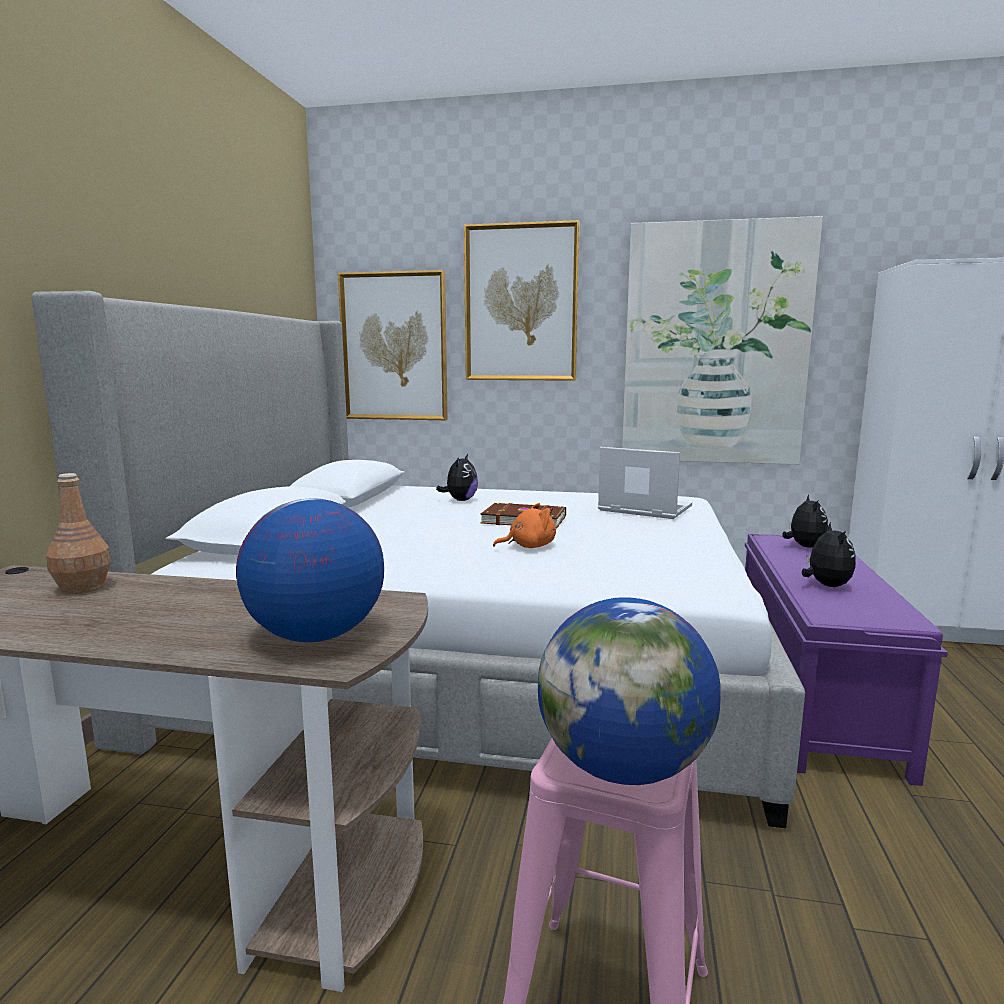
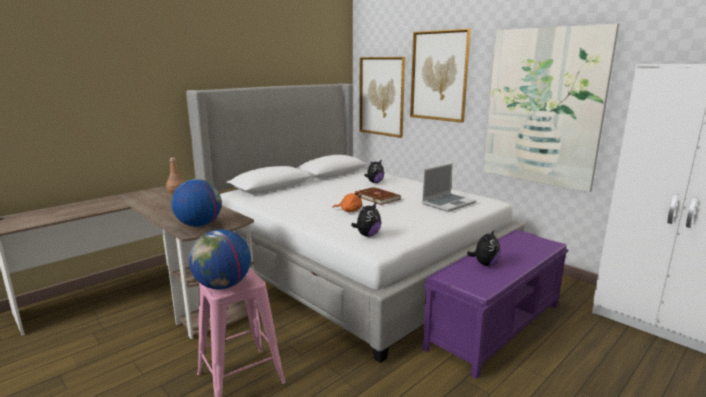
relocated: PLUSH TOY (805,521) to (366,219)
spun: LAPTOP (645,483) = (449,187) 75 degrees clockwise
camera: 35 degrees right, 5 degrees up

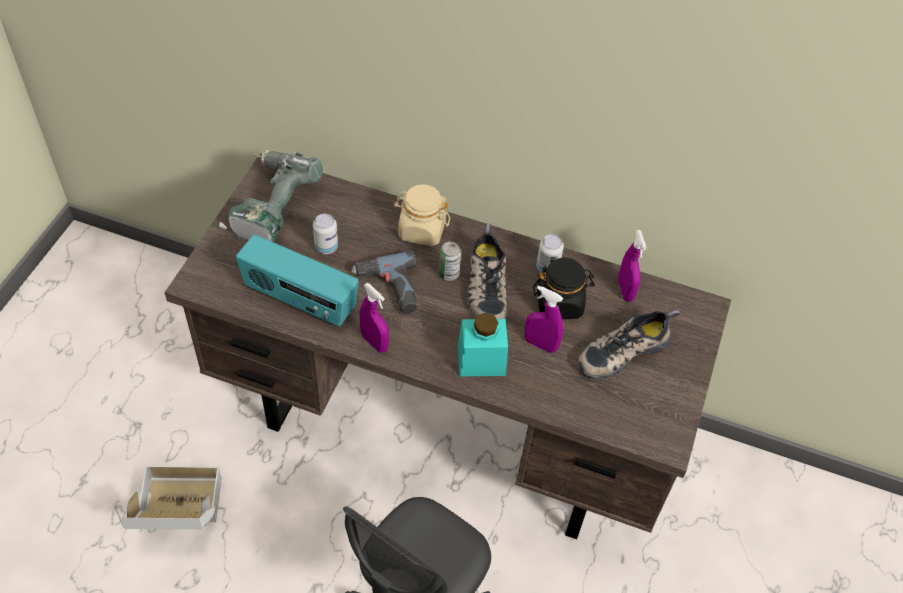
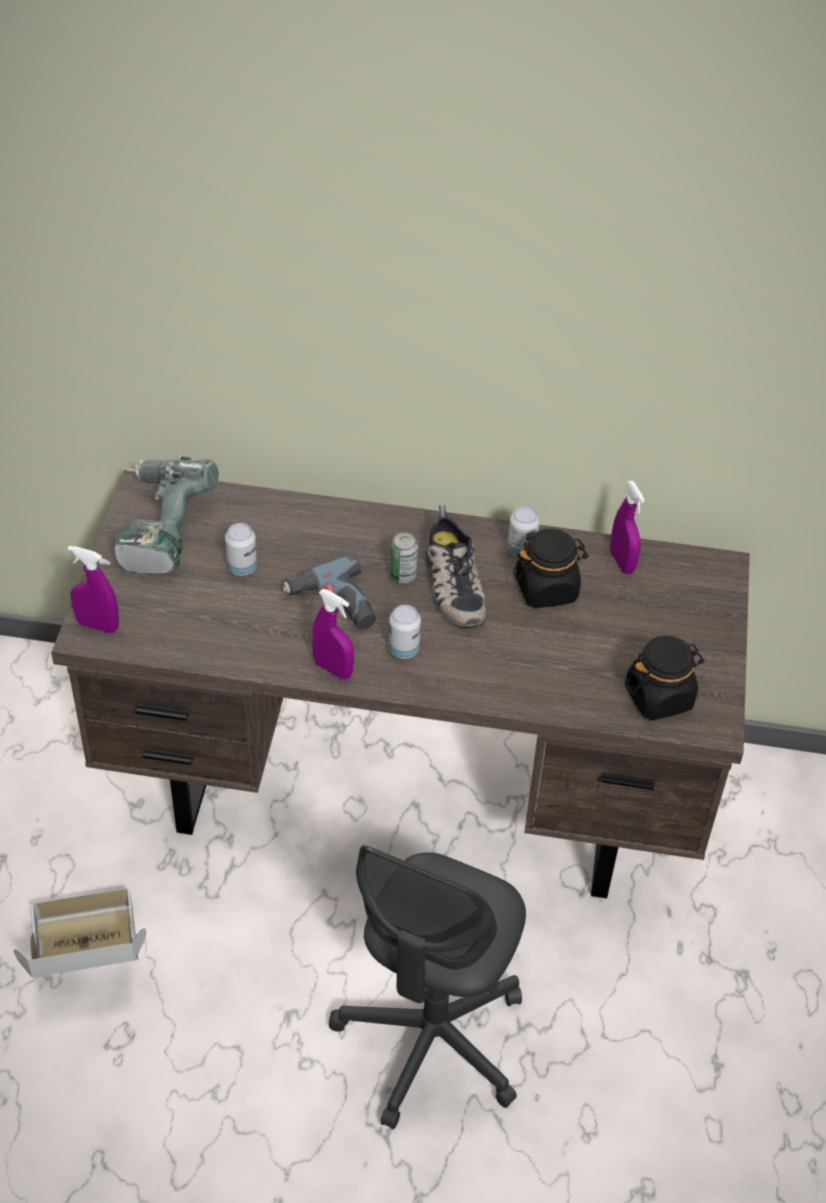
missing: RADIO (297,280); BEIGE JAR (422,215); TURQUOISE JAR (483,345); SHOE (629,344)
appeared: CAN (404,632); BLACK JAR (664,678)
relocated: PURPLE SPRAY BOTTLE (544,319) to (93,589)
camera: 10 degrees left, 5 degrees down

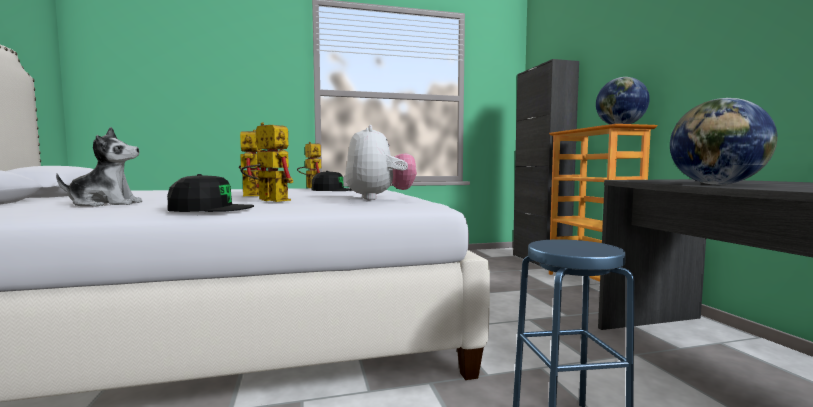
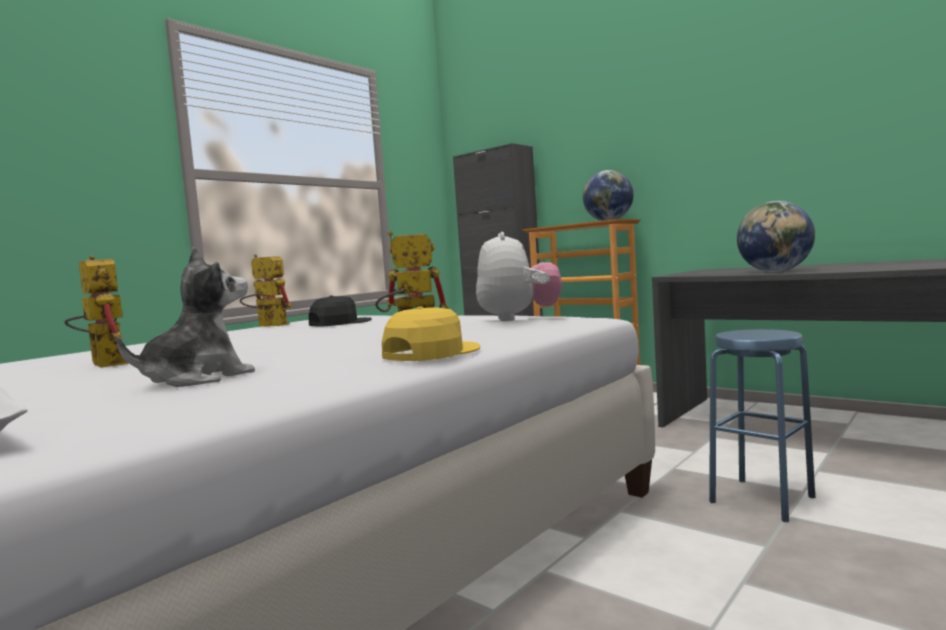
relocated: TOY ROBOT (253,162) to (96,311)
colour: BLACK CAP (210,193) to YELLOW CAP (431,334)
spun: PLUSH TOY (381,162) = (519,276) 45 degrees clockwise
camera: 35 degrees left, 0 degrees up

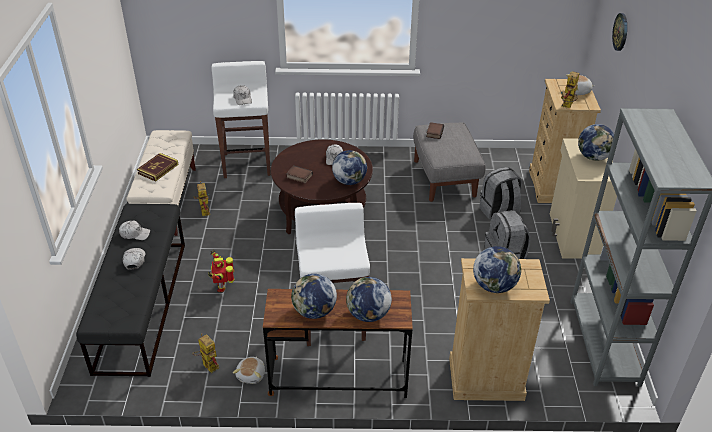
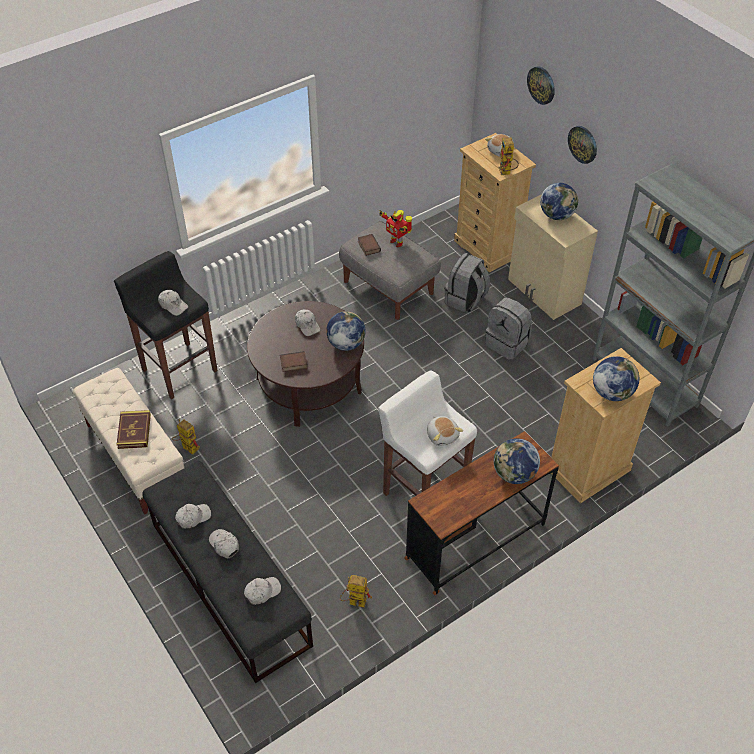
missing: GLOBE (314,296)
appeared: WHITE CAP (262,591); WALL CLOCK (582,145)
relocated: TOY ROBOT (221,270) to (395,228); PLUSH TOY (249,370) to (445,431)
colour: WHITE STOOL (241,119) to BLACK STOOL (166,325)
camera: 35 degrees left, 10 degrees up

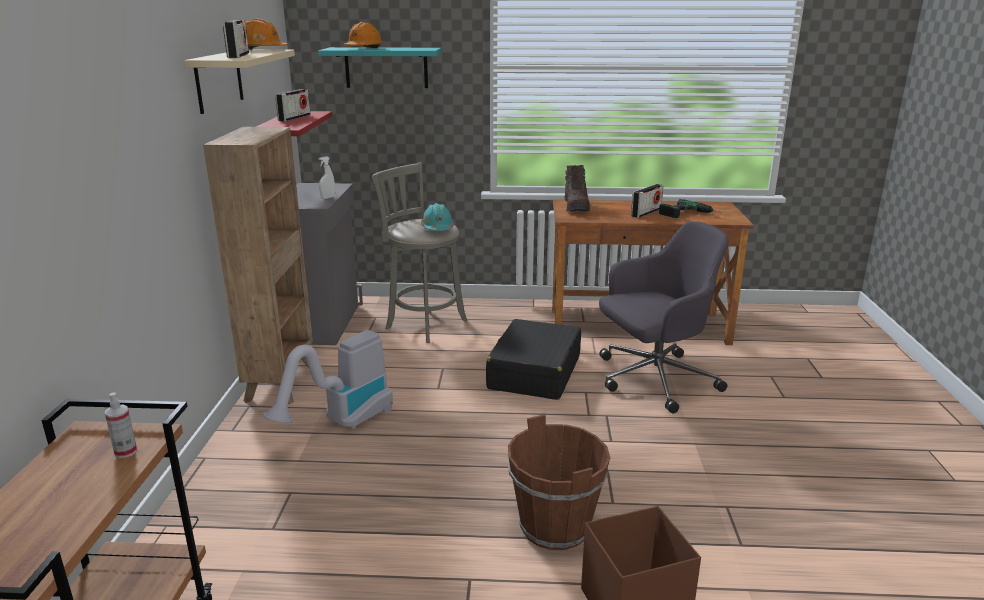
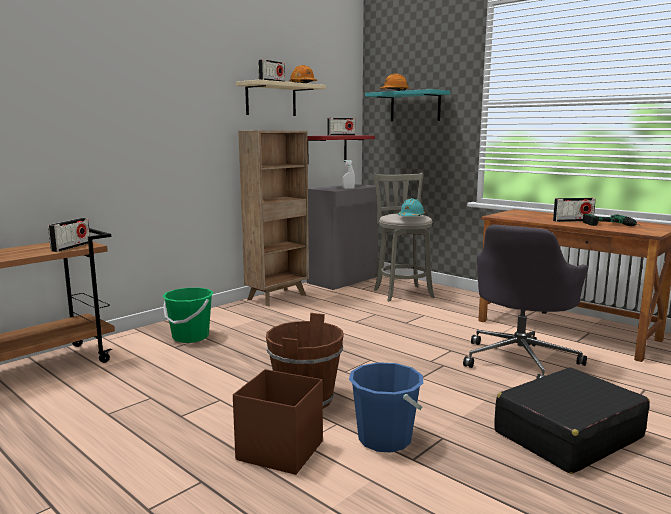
missing: VACUUM CLEANER (328,379); BROWN BOOT (577,188)
appeared: GREEN BUCKET (188,315); BLUE BUCKET (386,407)
relocated: BLACK SUITCASE (533,359) to (572,420)
exchanged: SPRAY BOTTLE (121,425) to RADIO (69,235)
spun: GREY OFFICE CHAIR (664,317) = (526,301) 105 degrees clockwise
camera: 40 degrees right, 10 degrees down

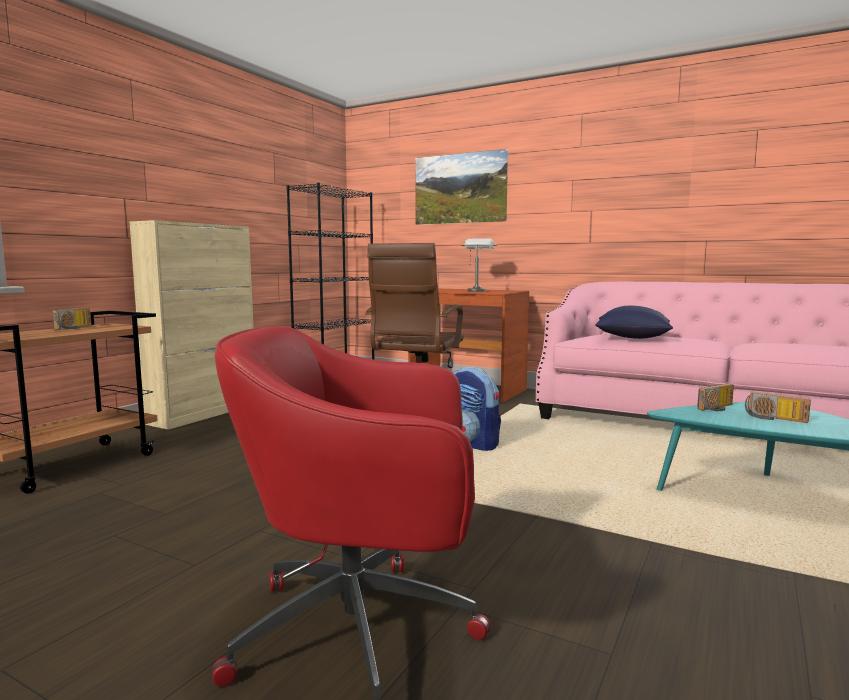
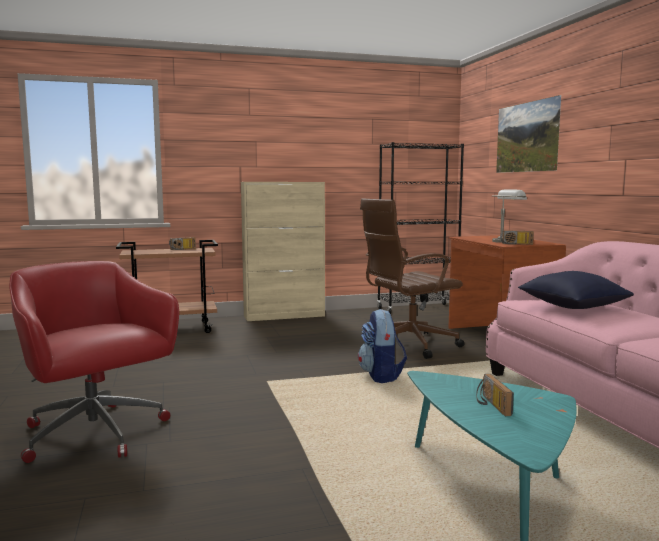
relocated: RADIO (715,397) to (517,237)
camera: 45 degrees right, 0 degrees up

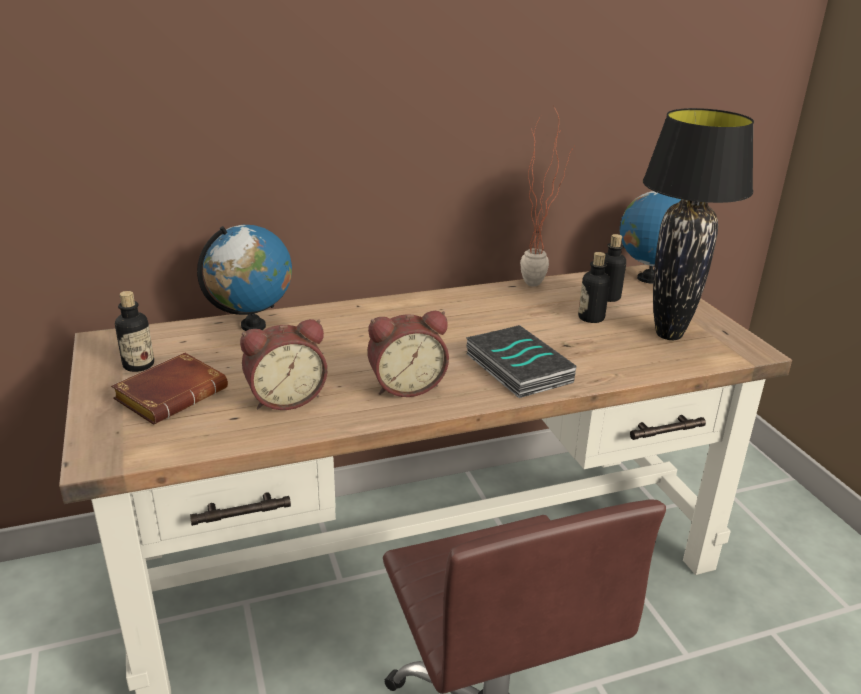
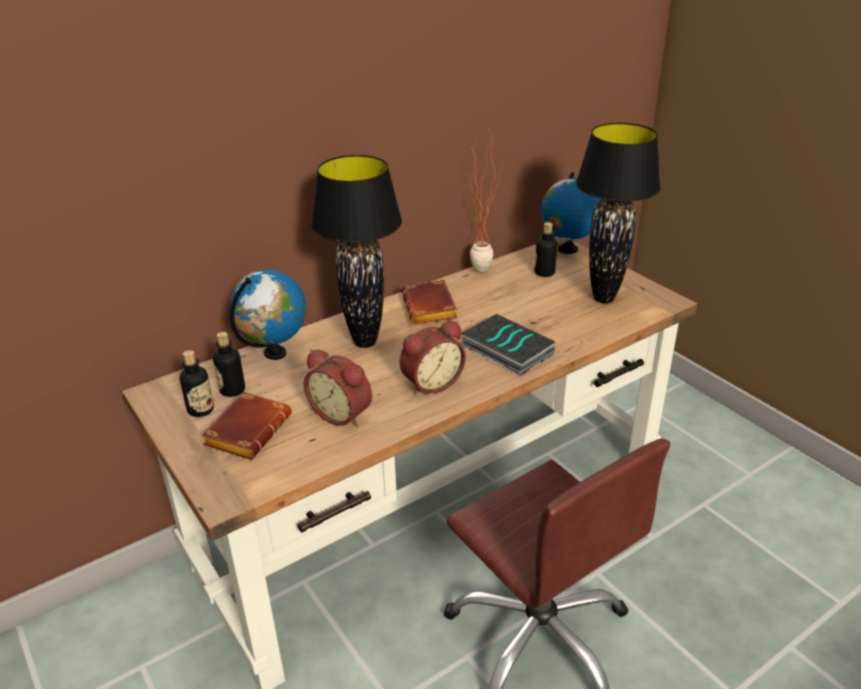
appeared: BLACK TABLE LAMP (356,251); BROWN BOOK (429,302)
relocated: BOTTLE (594,287) to (229,364)
spun: ALARM CLOCK (283,364) = (338,388) 75 degrees clockwise
camera: 15 degrees left, 5 degrees up

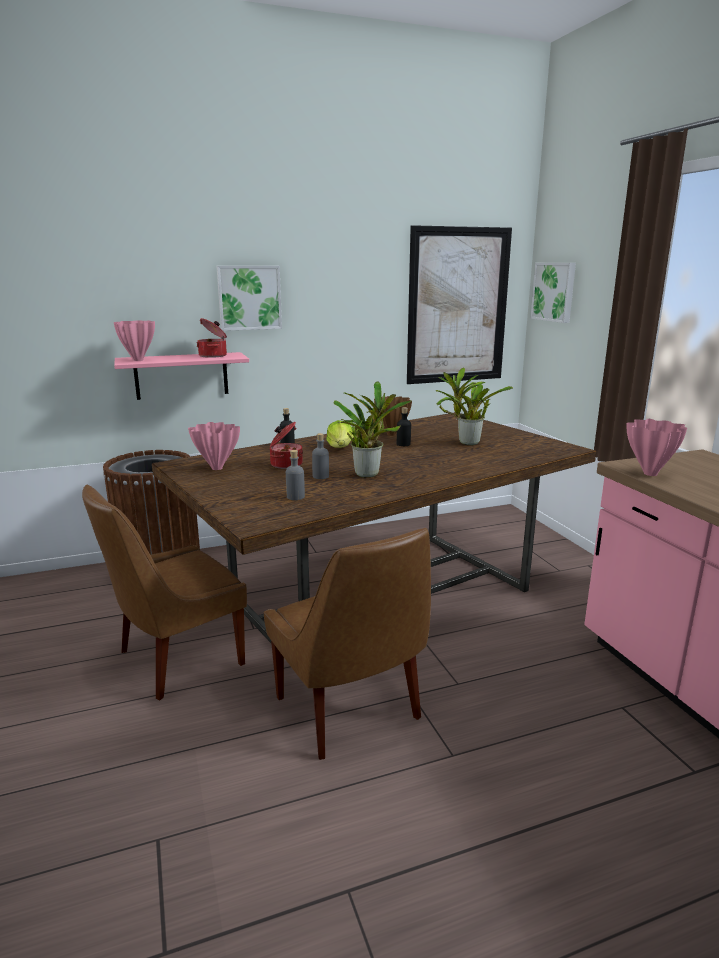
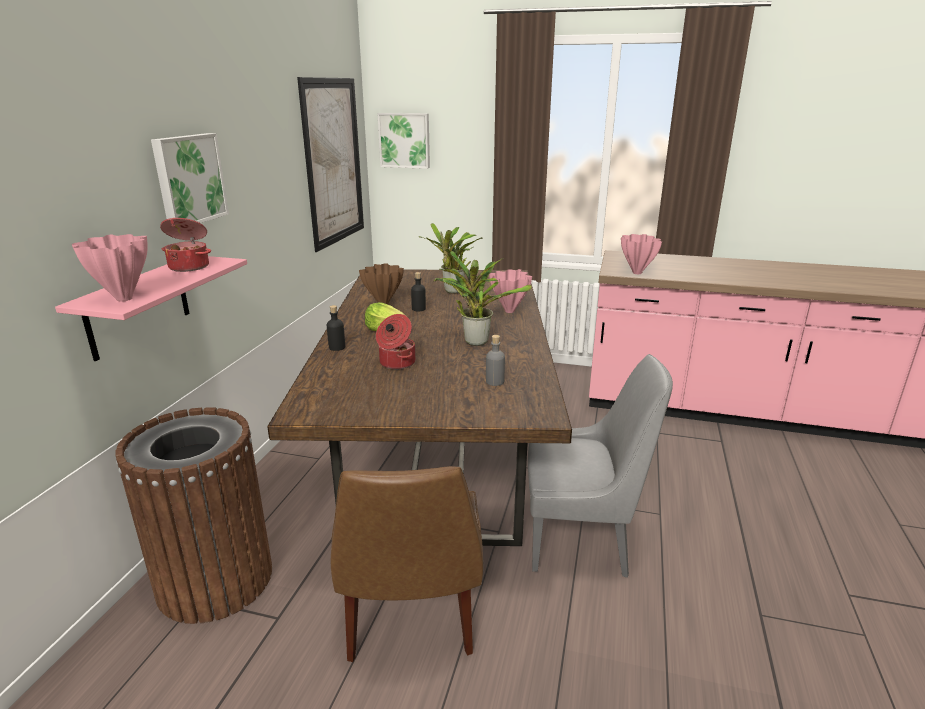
missing: GREY BOTTLE (320,456)
relocated: PINK VASE (214,446) to (510,291)
colour: BROWN CHAIR (347,644) to GREY CHAIR (600,466)
camera: 55 degrees left, 5 degrees up

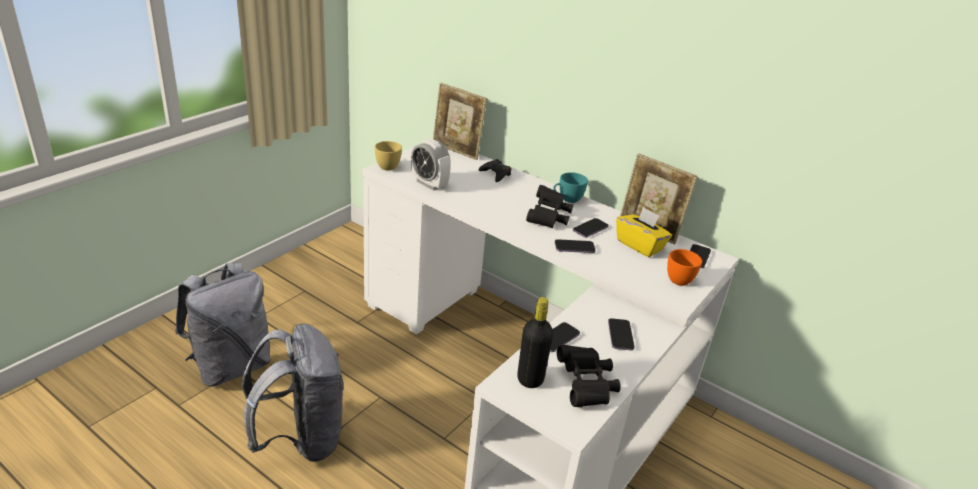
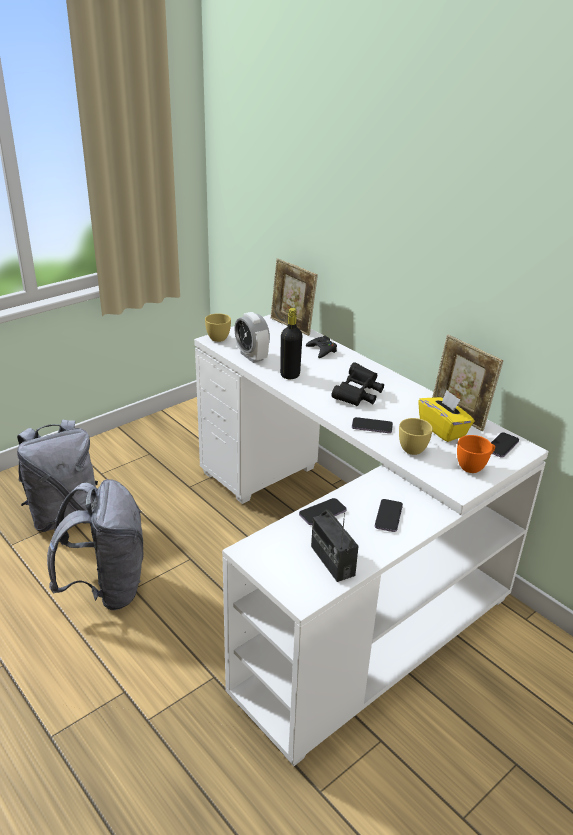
missing: TURQUOISE CUP (570,187); PHONE (591,228)
appeared: YELLOW CUP (416,436)
relocated: BLACK BOTTLE (535,342) to (291,343)
exchanged: BLACK BINOCULARS (589,376) to RADIO (335,546)
camera: 15 degrees right, 0 degrees up

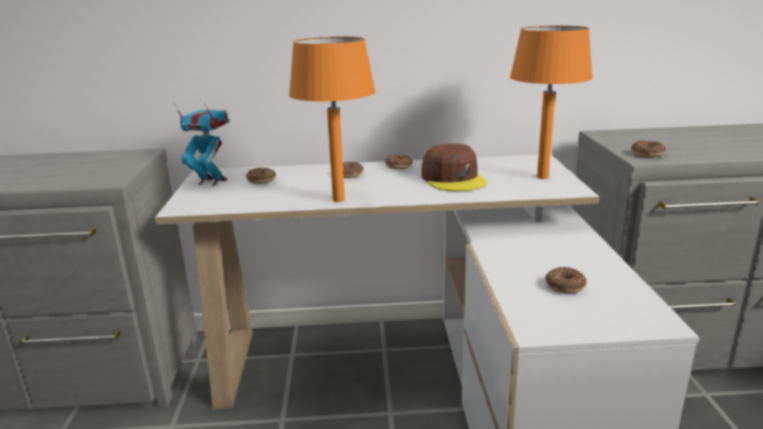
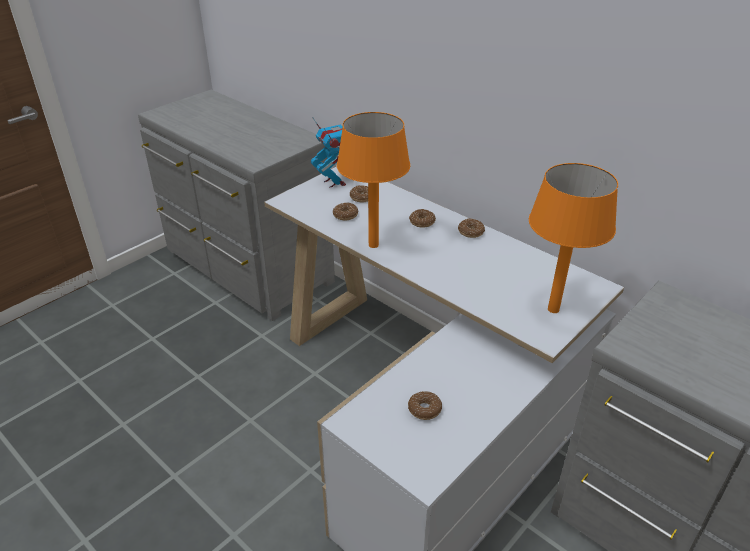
missing: BROWN CAP (454,167)
relocated: DONUT (648,149) to (345,211)
camera: 45 degrees right, 15 degrees up

